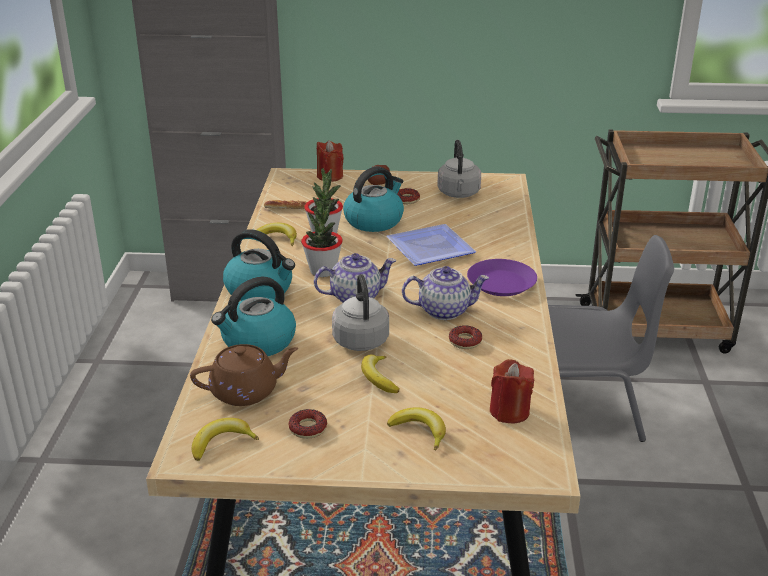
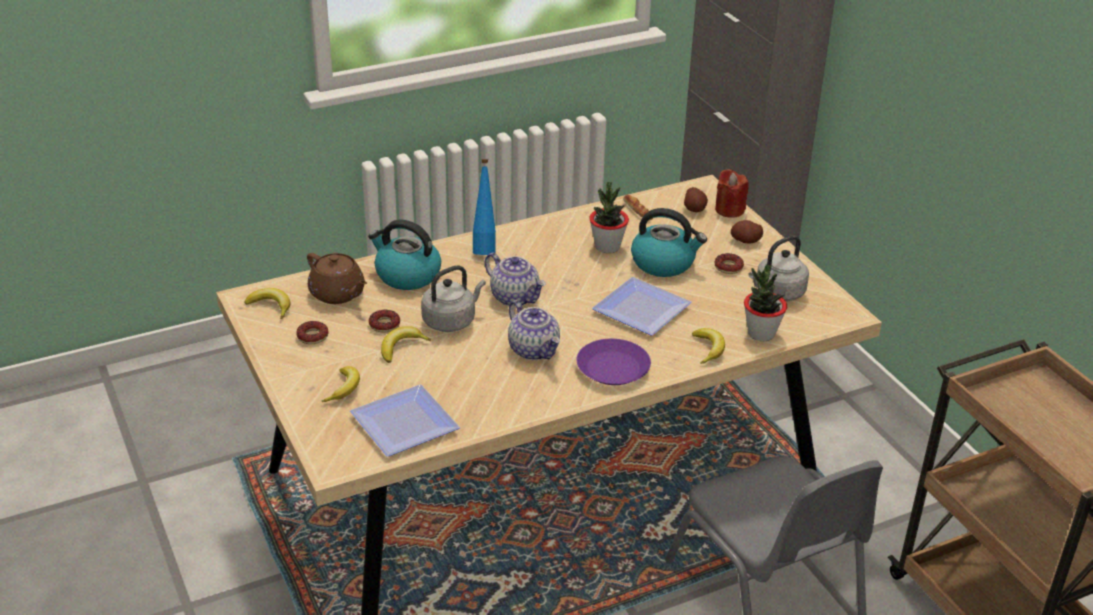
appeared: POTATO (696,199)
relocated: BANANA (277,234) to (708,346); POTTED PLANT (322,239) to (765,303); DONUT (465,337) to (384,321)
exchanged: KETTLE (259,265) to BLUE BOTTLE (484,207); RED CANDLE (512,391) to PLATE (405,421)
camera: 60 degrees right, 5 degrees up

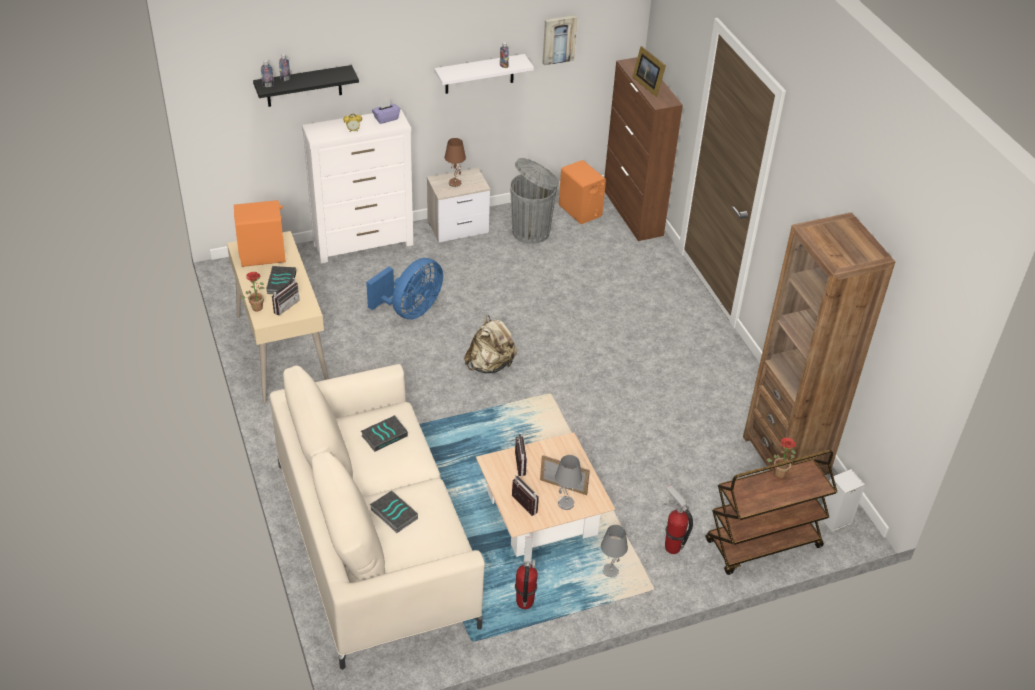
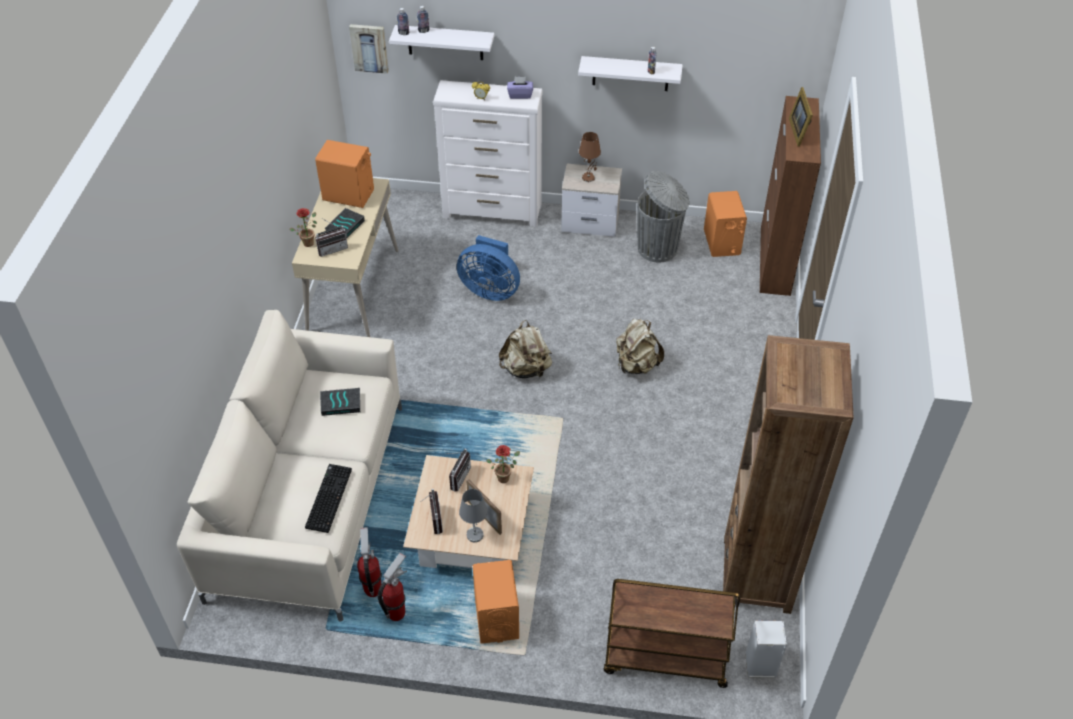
missing: BOOK (394,512)
appeared: KEYBOARD (328,498); BEIGE BACKPACK (640,346)
relocated: PICTURE (560,40) to (369,49); FIRE EXTINGUISHER (678,519) to (369,562); POTTED PLANT (781,458) to (503,464)
exchanged: GREY TABLE LAMP (614,551) to ORANGE SPEAKER (496,602)
colour: BLACK SHELF (306,86) to WHITE SHELF (441,42)
spun: BLUE FAN (404,289) = (488,268) 45 degrees clockwise
camera: 30 degrees right, 5 degrees up

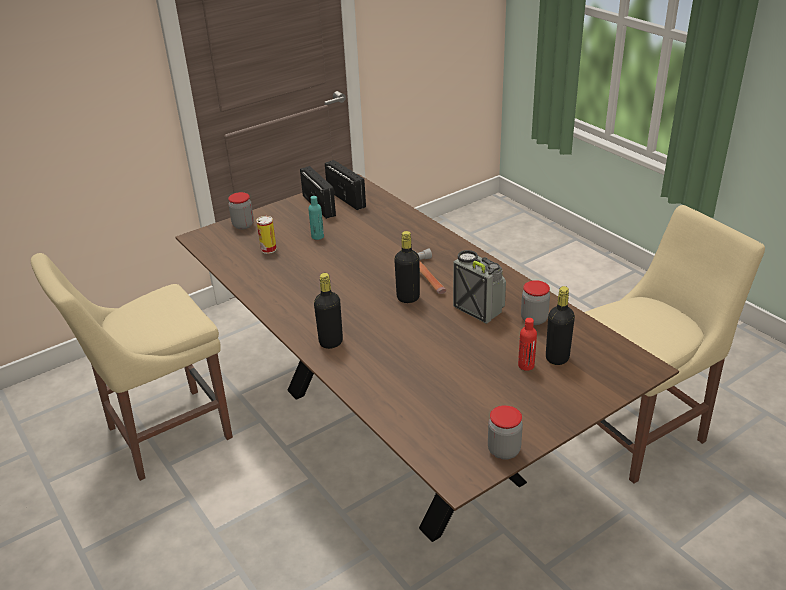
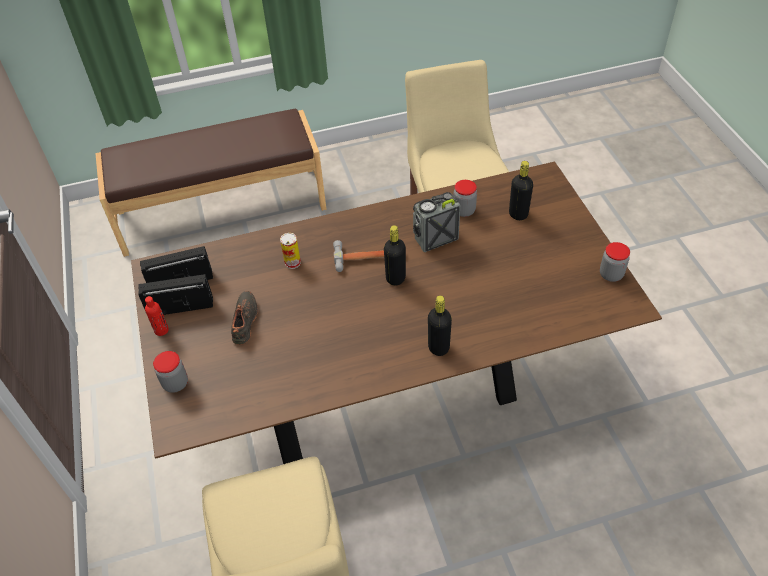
appeared: BROWN BENCH (211,182)
relocated: CAN (267,235) to (290,251); RED BOTTLE (527,344) to (157,316)
exchanged: TURQUOISE BOTTLE (316,218) to BLACK SHOE (244,318)
camera: 70 degrees left, 15 degrees up

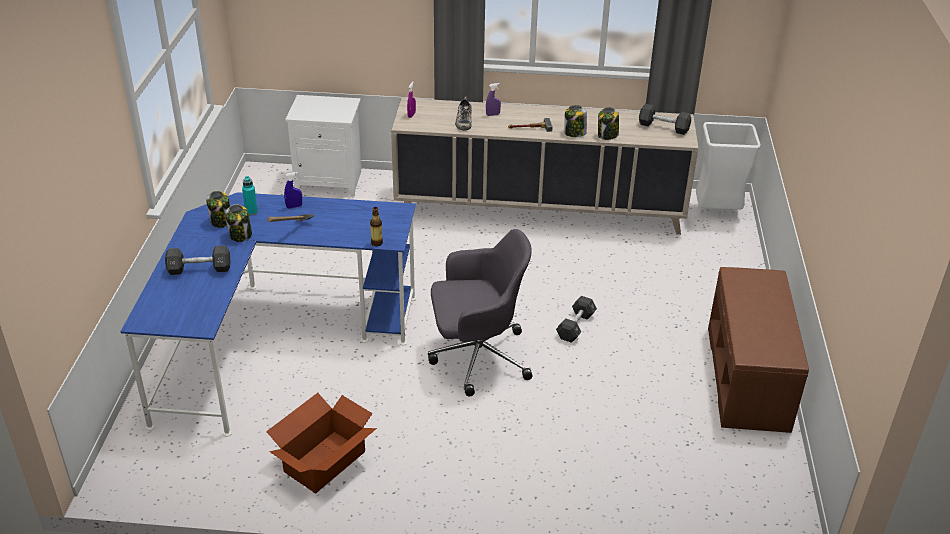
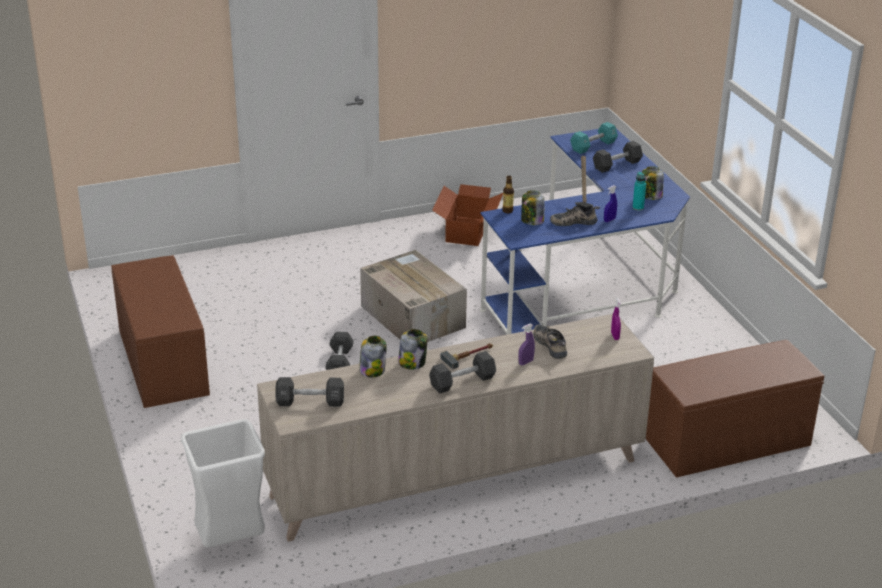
appeared: BLACK DUMBBELL (462,372); SHOE (575,215); TURQUOISE DUMBBELL (594,138)
relocated: JAR (238,223) to (533,207)
exchanged: WHITE NIGHTSTAND (323,146) to BROWN BENCH (734,409); GREY OFFICE CHAIR (480,312) to CARDBOARD BOX (413,296)
camera: 155 degrees right, 5 degrees down

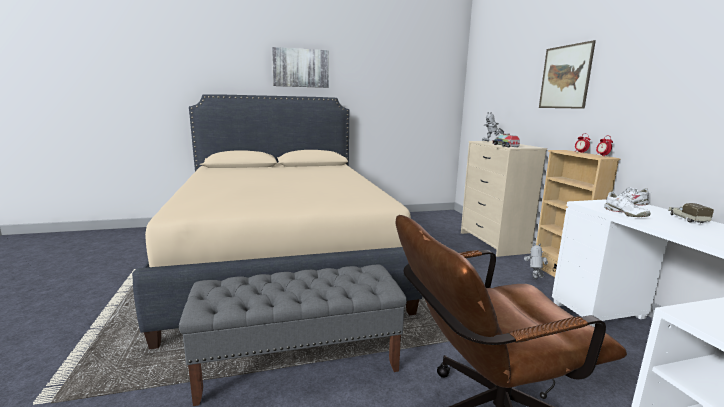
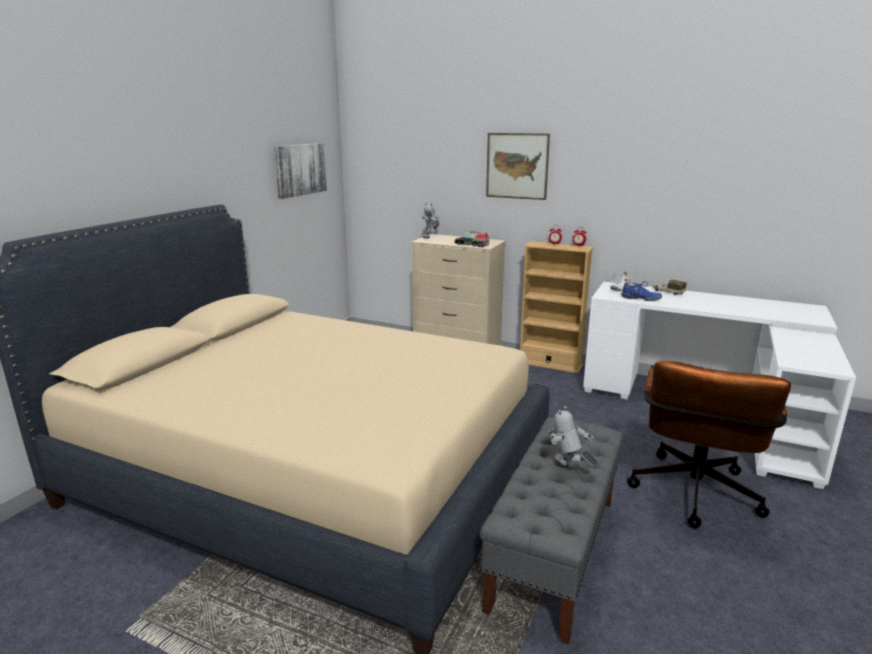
relocated: PICTURE (300,67) to (300,171); TOY ROBOT (536,261) to (573,436)
colour: WHITE SHOE (627,204) to BLUE SHOE (641,291)
camera: 50 degrees left, 5 degrees up

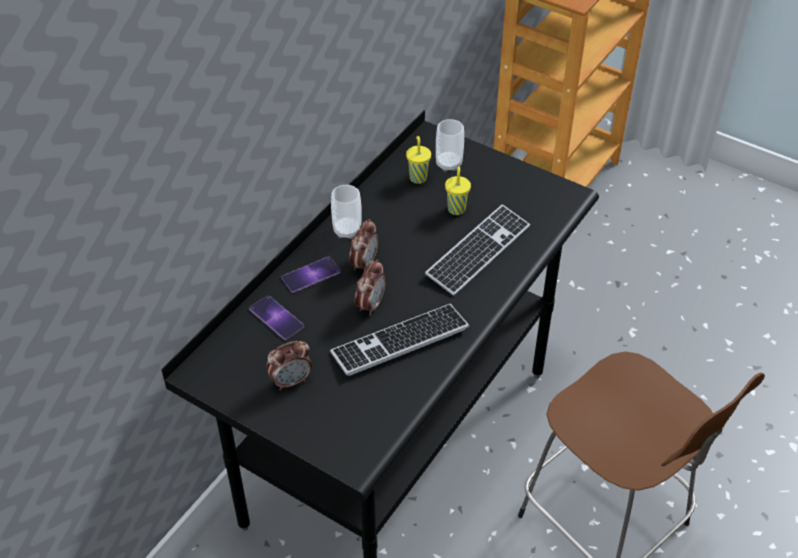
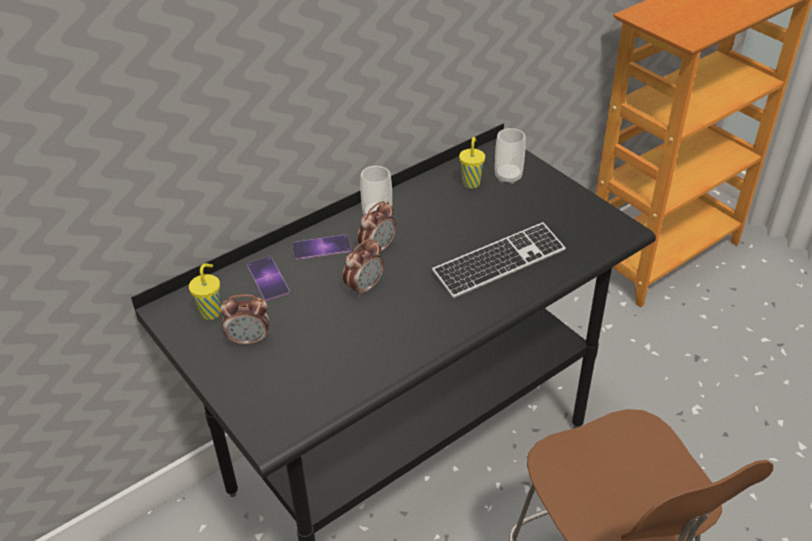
missing: KEYBOARD (399,340)
relocated: YELLOW CUP (458,191) to (205,291)
camera: 20 degrees right, 5 degrees down

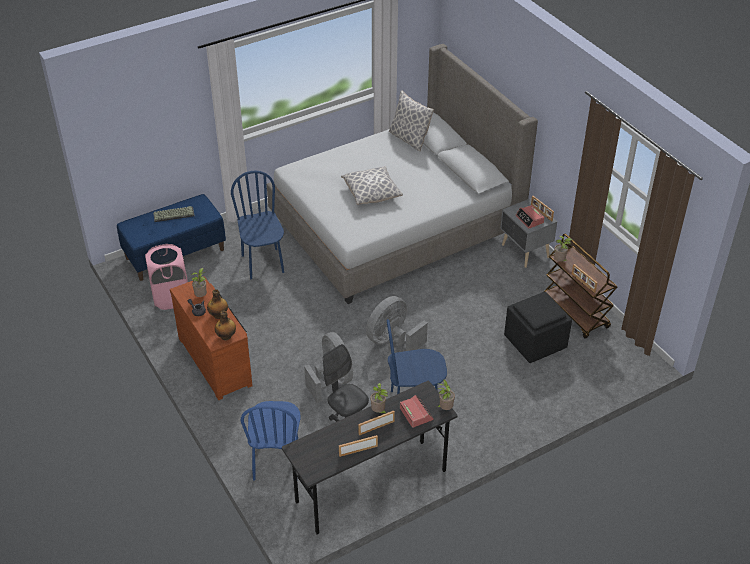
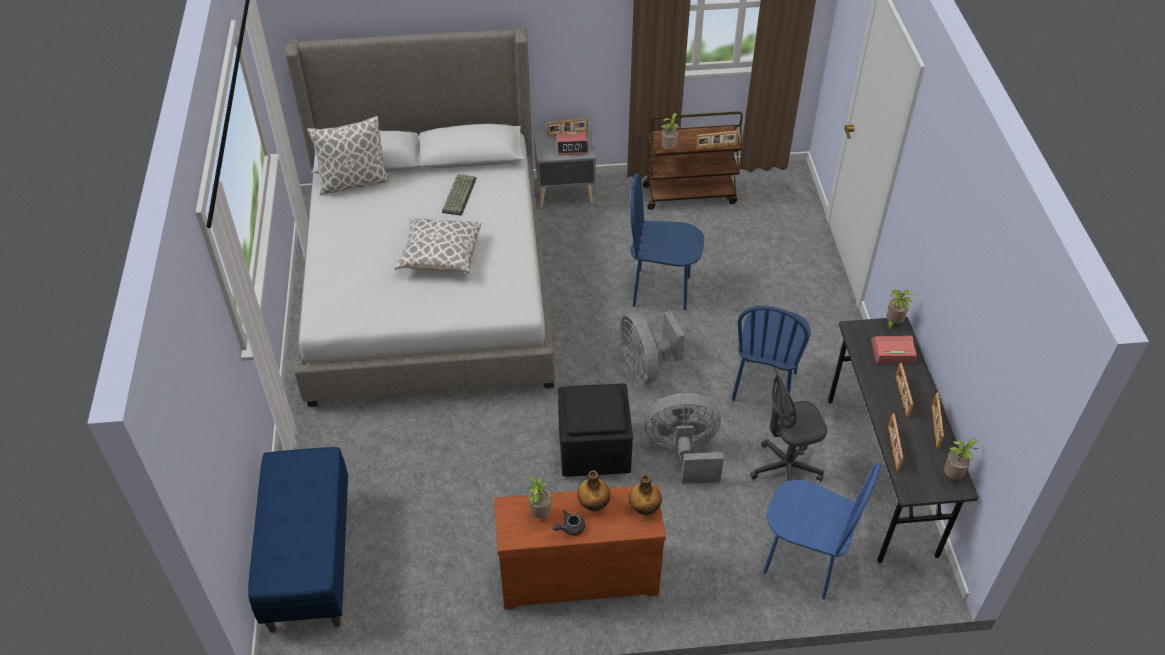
missing: PINK LAUNDRY BASKET (166,277)
appeared: PICTURE FRAME (896,443)
relocated: KEYBOARD (174,214) to (459,195); BLUE CHAIR (257,225) to (667,242); POTTED PLANT (379,398) to (961,459); BLACK OTTOMAN (538,327) to (595,430)
camera: 65 degrees left, 5 degrees up

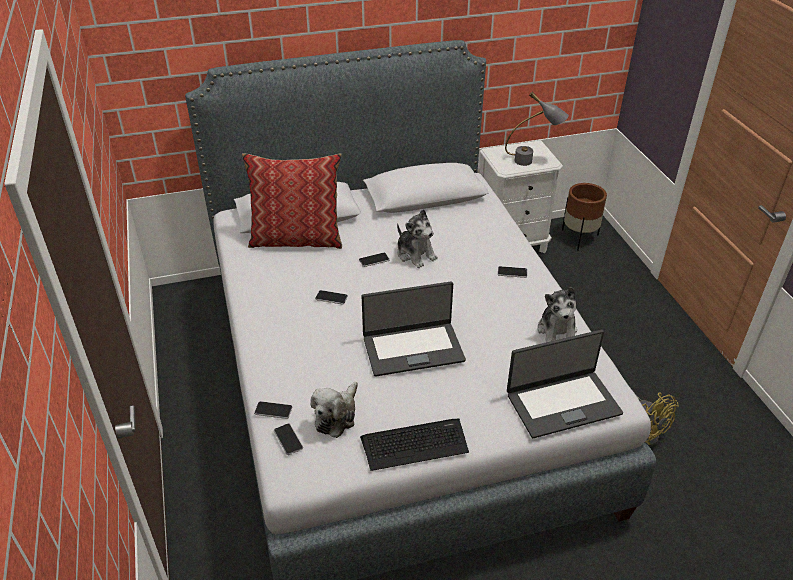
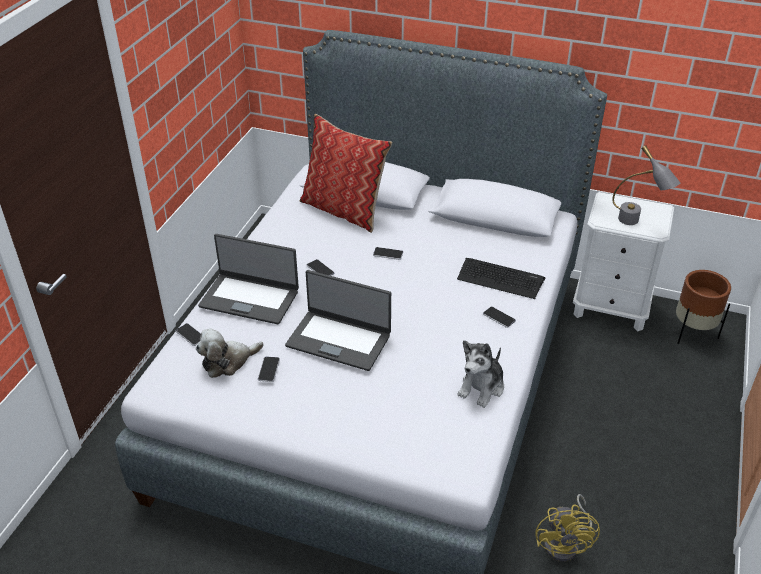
missing: PLUSH TOY (417,238)
relocated: PHONE (288,439) to (269,369); KEYBOARD (414,445) to (501,278); LAPTOP (565,384) to (248,279)
camera: 35 degrees right, 0 degrees up

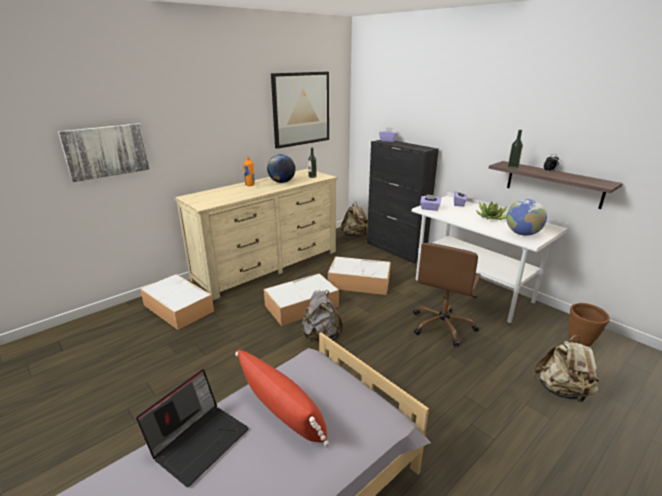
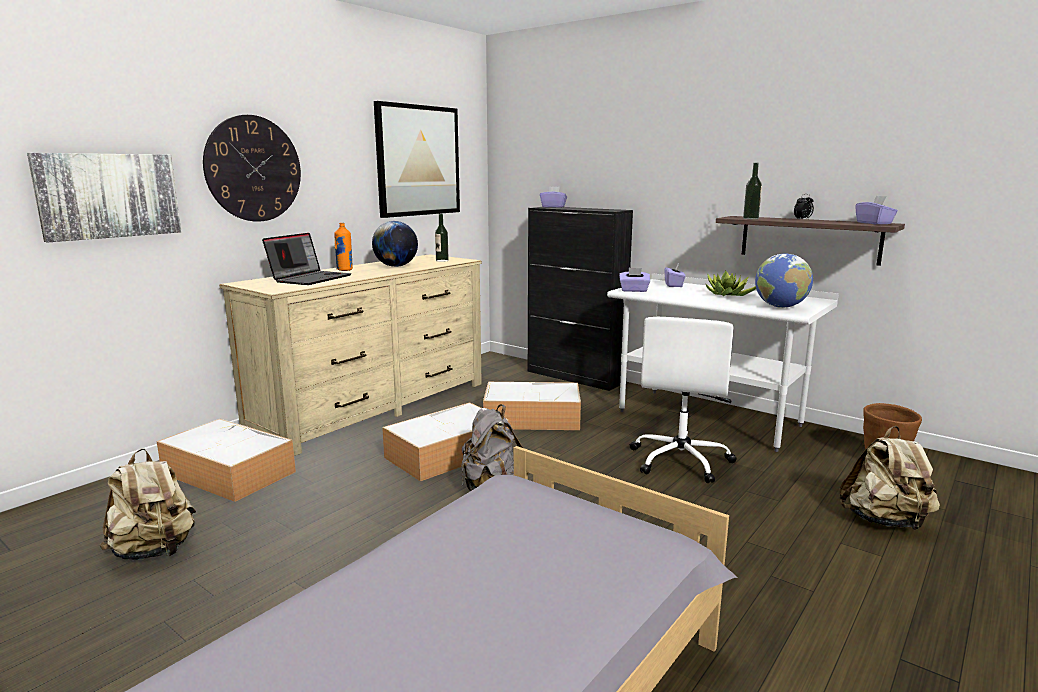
missing: RED PILLOW (282,398)
appeared: WALL CLOCK (252,168); PURPLE TISSUE BOX (876,210)
relocated: LAPTOP (192,428) to (306,259); BEIGE BACKPACK (354,219) to (147,504)
colour: BROWN OFFICE CHAIR (447,294) to WHITE OFFICE CHAIR (683,400)
camera: 10 degrees left, 10 degrees down

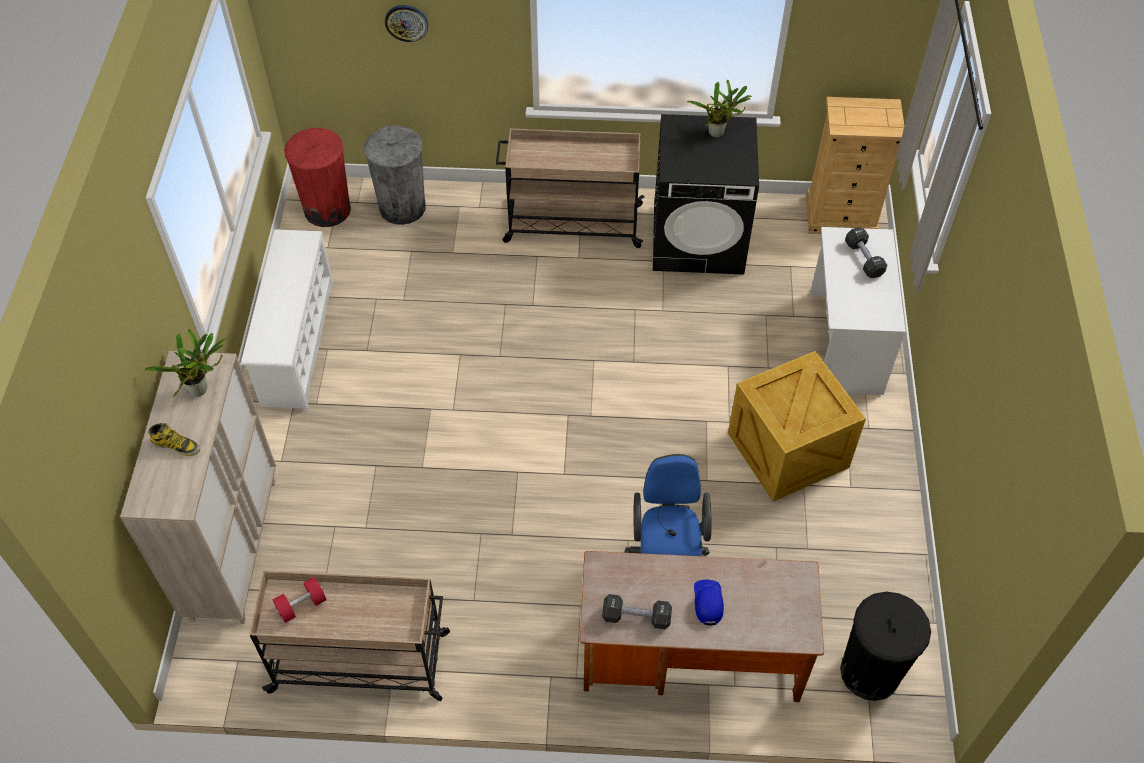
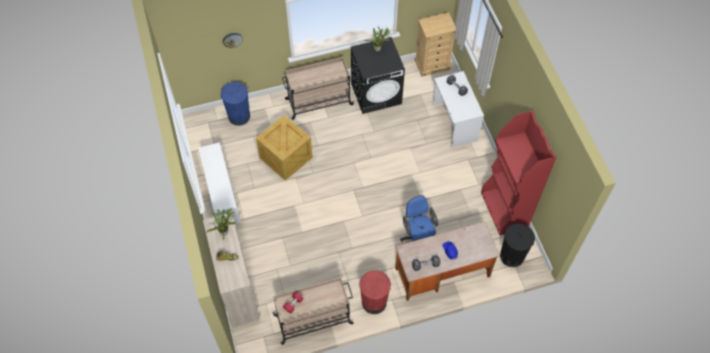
appeared: RED BOOKCASE (519,173)
relocated: RED TRASH CAN (317,177) to (375,292); CRATE (797,426) to (284,148)
colour: GREY TRASH CAN (395,175) to BLUE TRASH CAN (235,104)
camera: 20 degrees left, 5 degrees up

